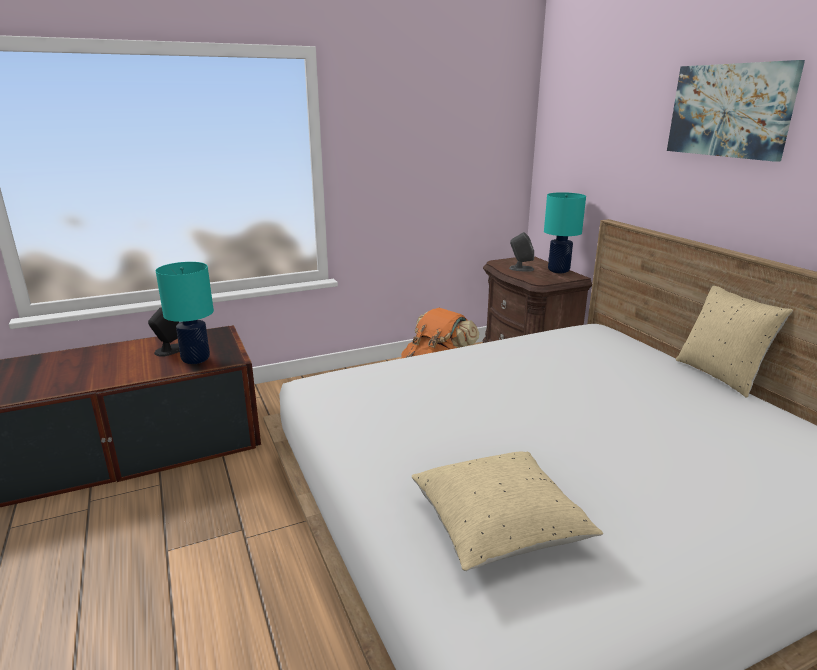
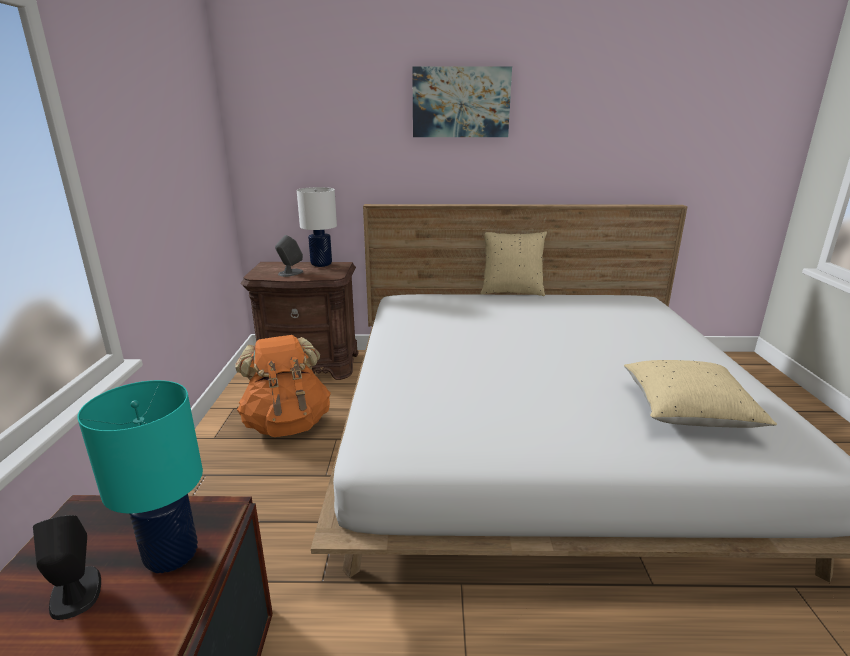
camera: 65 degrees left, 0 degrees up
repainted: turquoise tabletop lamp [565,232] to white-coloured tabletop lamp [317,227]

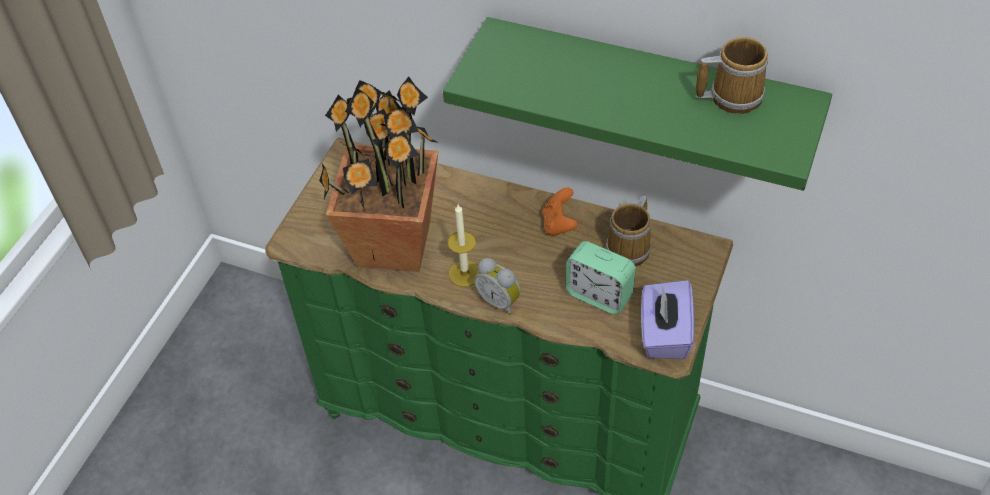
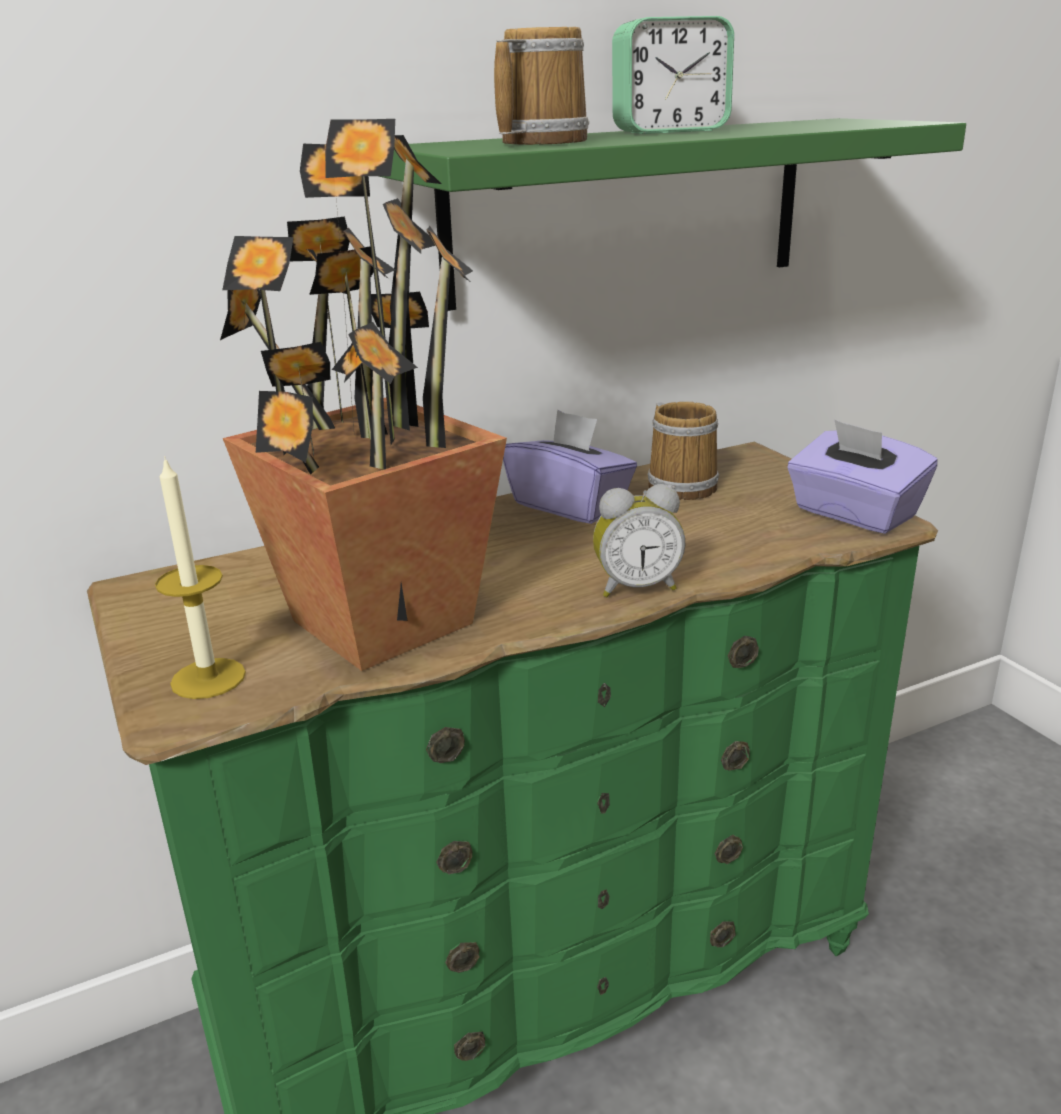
camera: 50 degrees left, 25 degrees down
shifted: wax candle [463,245] to [200,577]; tea mug [732,75] to [541,86]; table clock [600,278] to [673,75]
swapped: orange gamepad [560,212] to purple tissue holder [570,467]

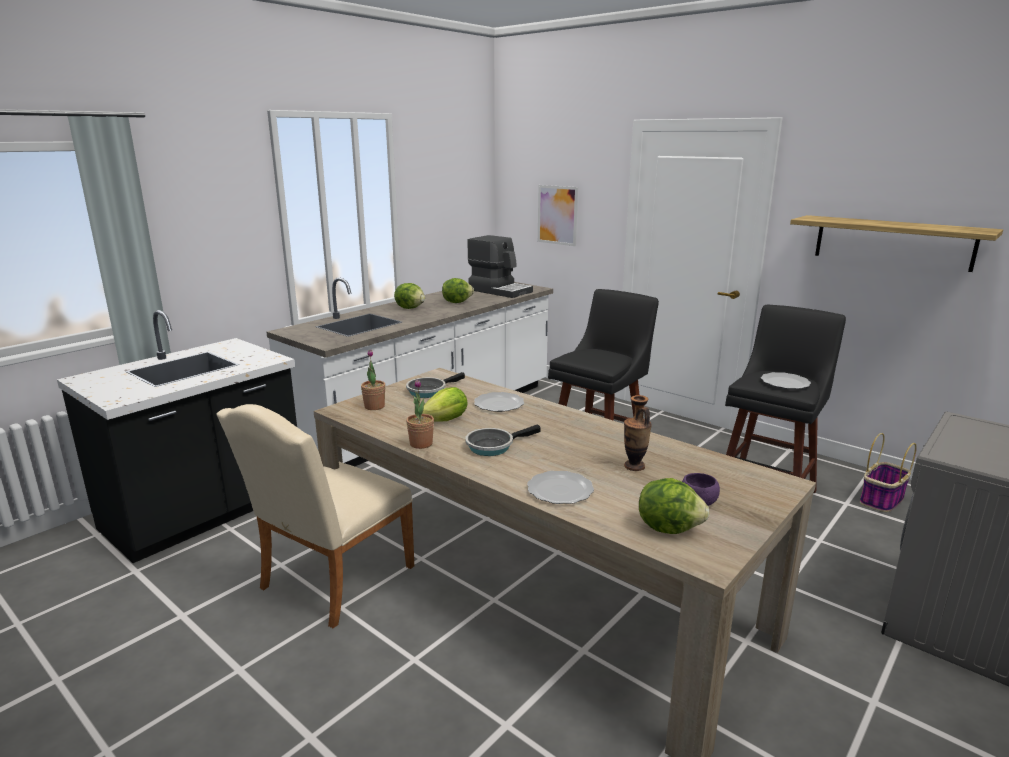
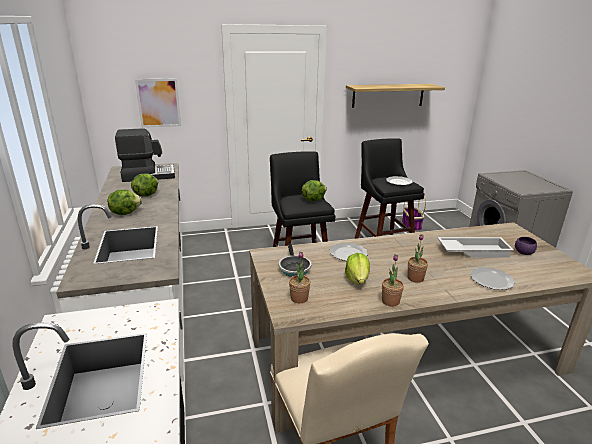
camera: 55 degrees left, 5 degrees up
shifted: lettuce head [674,506] to [314,191]
swapped: pan [502,440] to houseplant [417,258]; vase [638,433] to white-coloured tray [476,247]

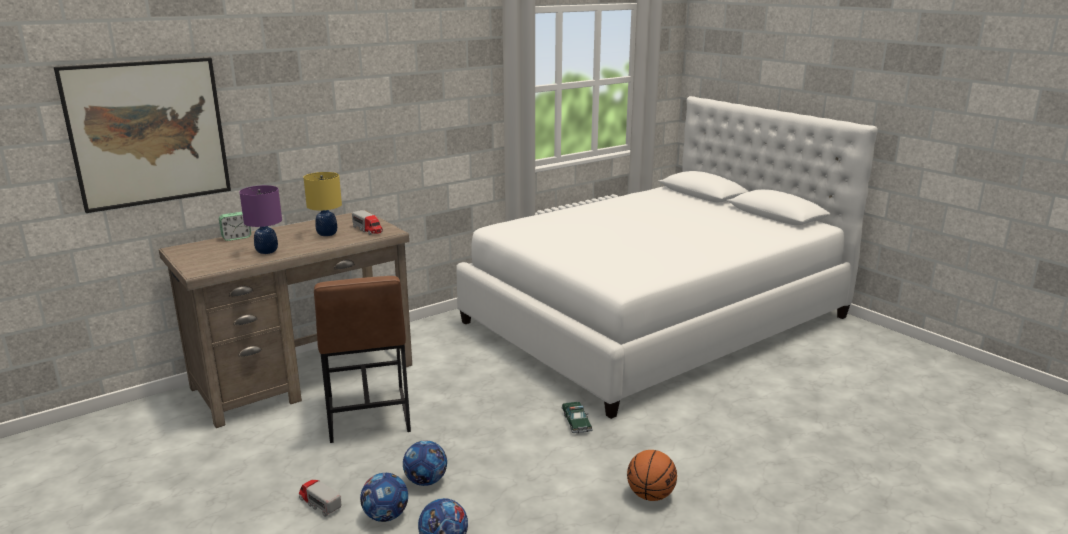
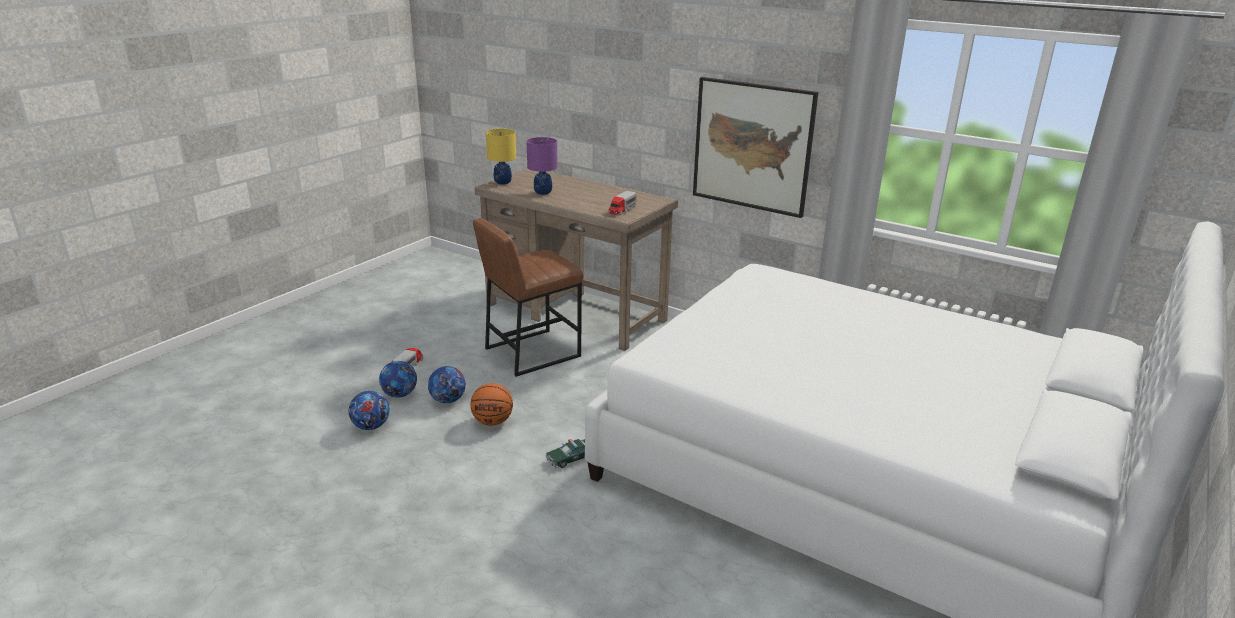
camera: 70 degrees right, 5 degrees up
gone: table clock [235,226]
shifted: basketball [652,475] to [491,404]; yellowish tabletop lamp [322,204] to [501,156]; picture [142,135] to [755,147]

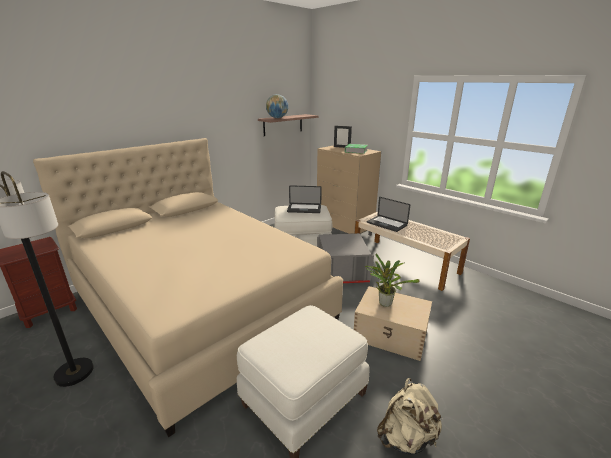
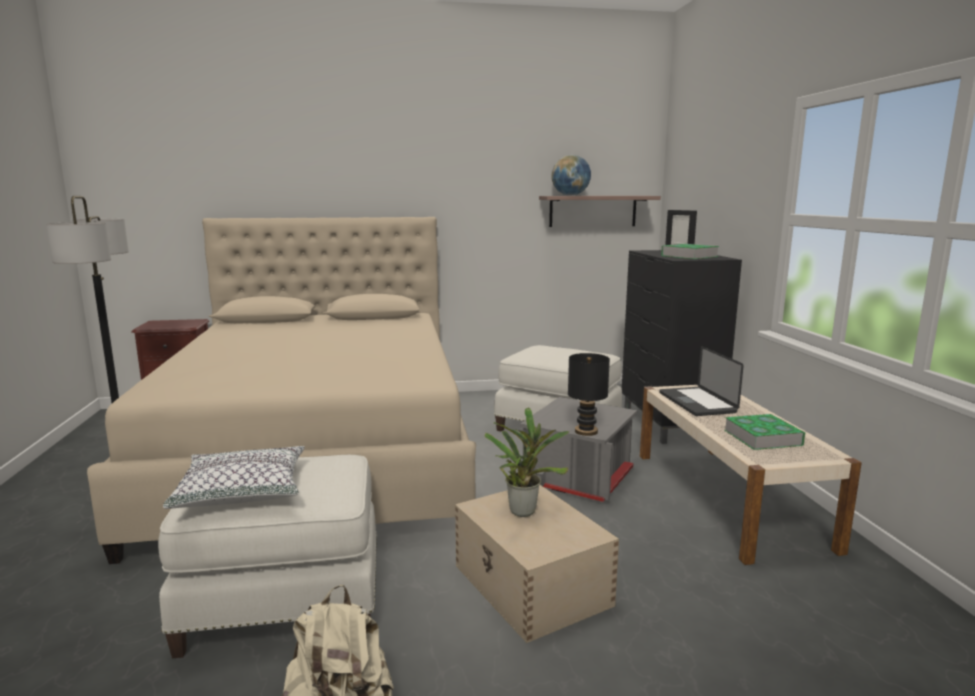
camera: 35 degrees right, 10 degrees down
gone: laptop [304,199]
new: white-coloured pillow [234,477]; black-coloured tabletop lamp [589,394]; bound book [764,432]
repainted: beige drawer chest [349,190] to black-coloured drawer chest [682,347]

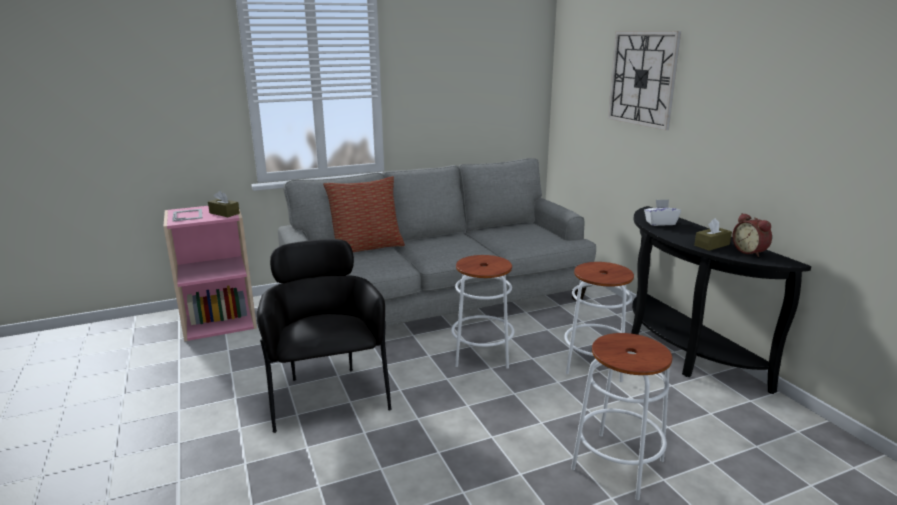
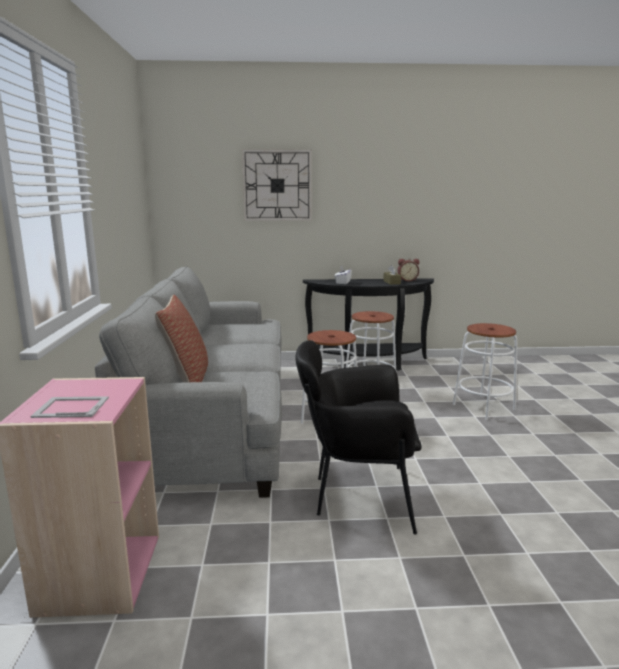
camera: 70 degrees left, 5 degrees down
gone: brown-coloured tissue holder [224,203]

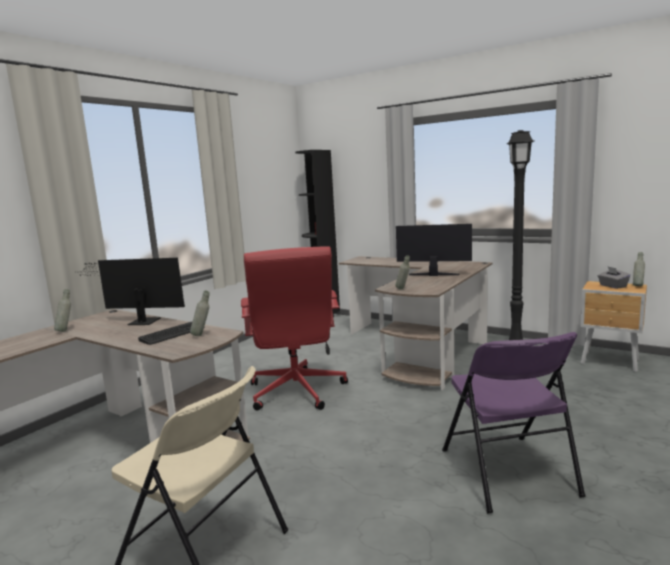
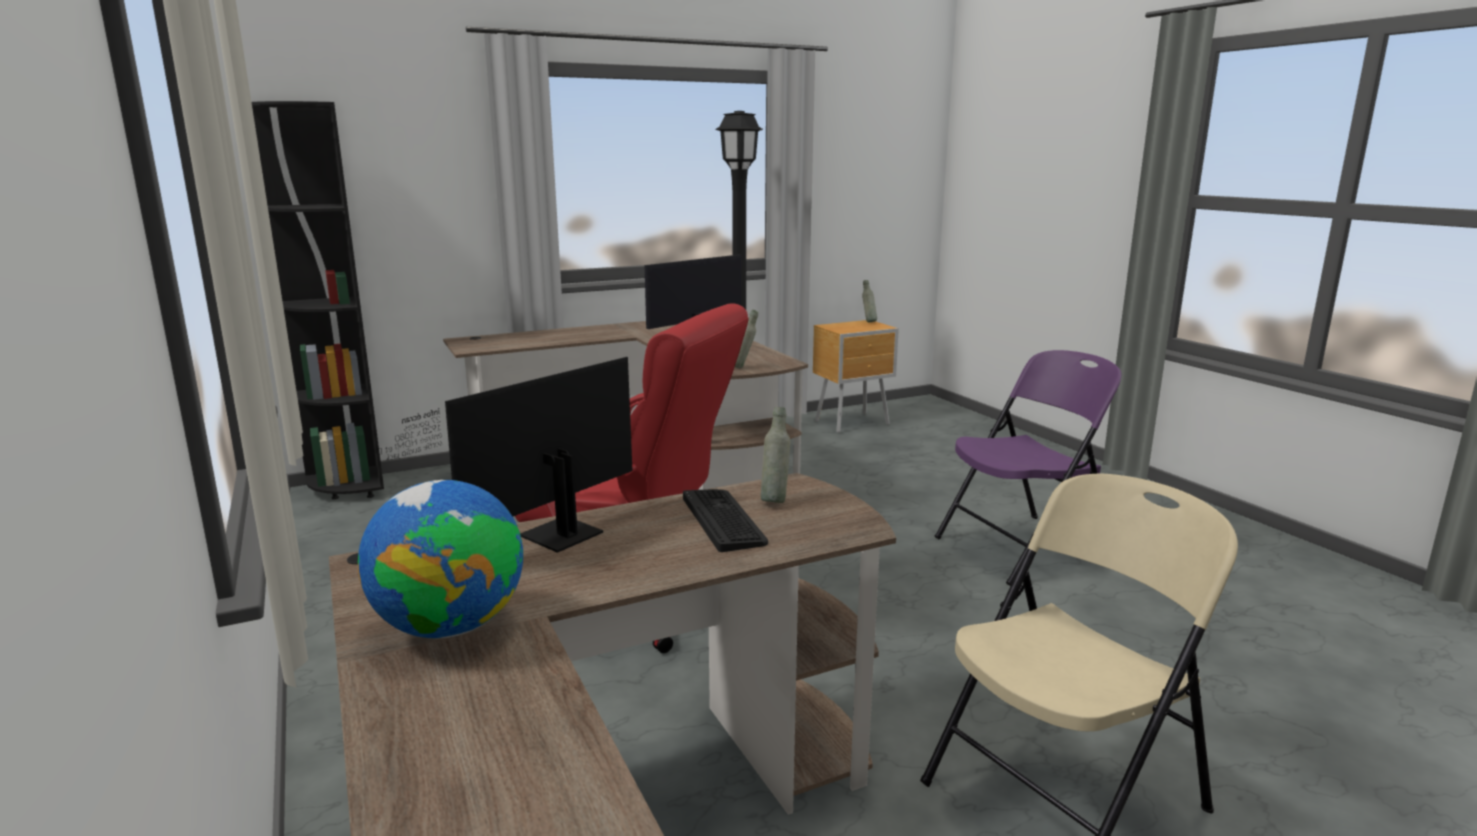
camera: 60 degrees left, 5 degrees up
gone: greyish tissue holder [614,278]
swapped: greyish drink bottle [62,310] to world globe [440,559]
rotated: purple chair [514,423] = [1028,468] 45 degrees counterclockwise

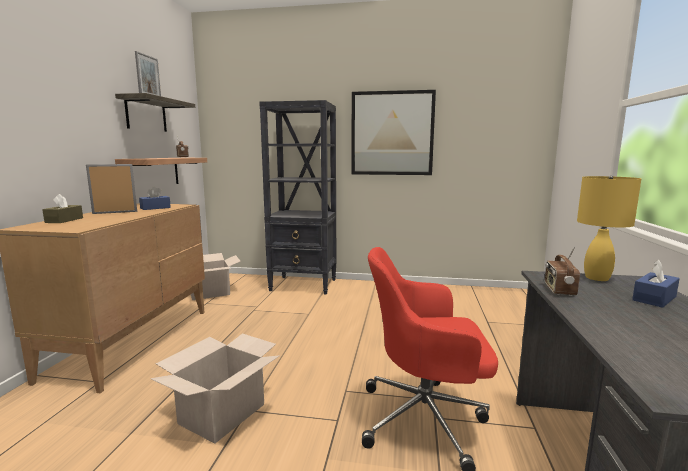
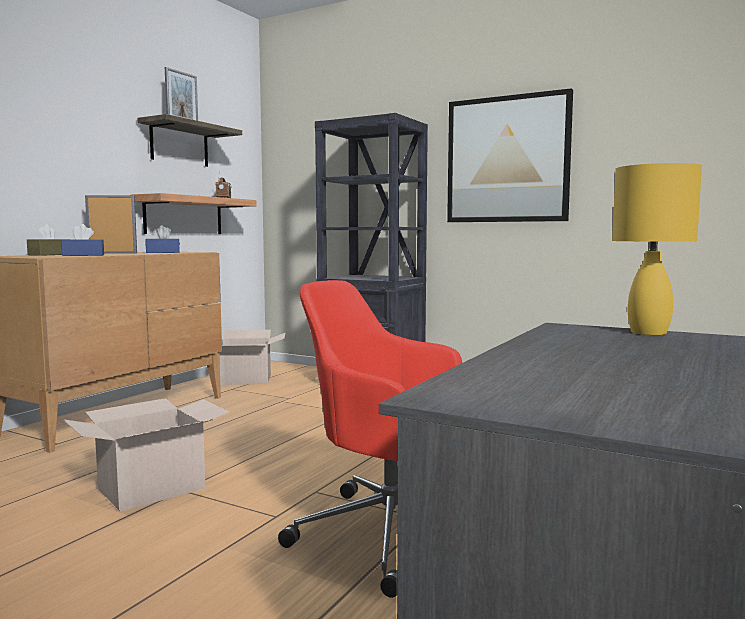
camera: 20 degrees right, 5 degrees down
gone: radio set [562,271]
shifted: blue tissue holder [656,284] to [82,240]

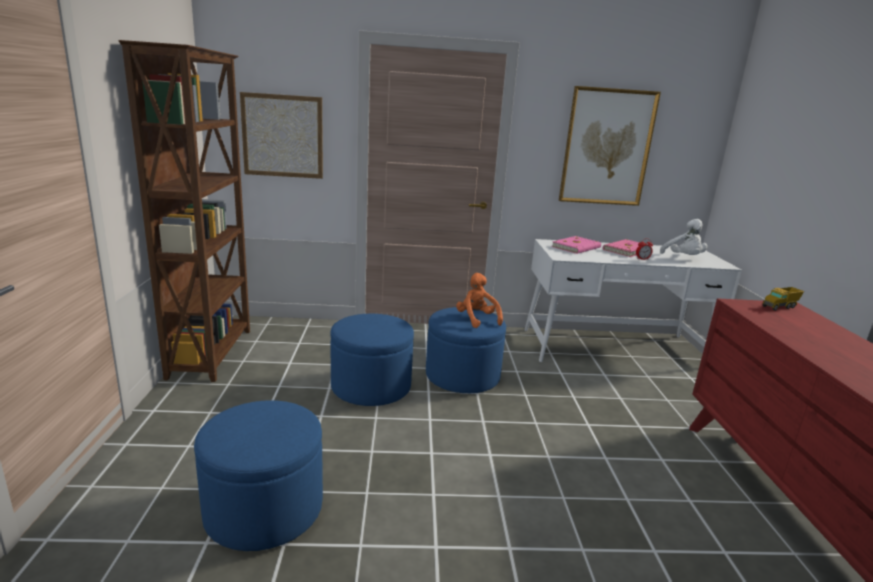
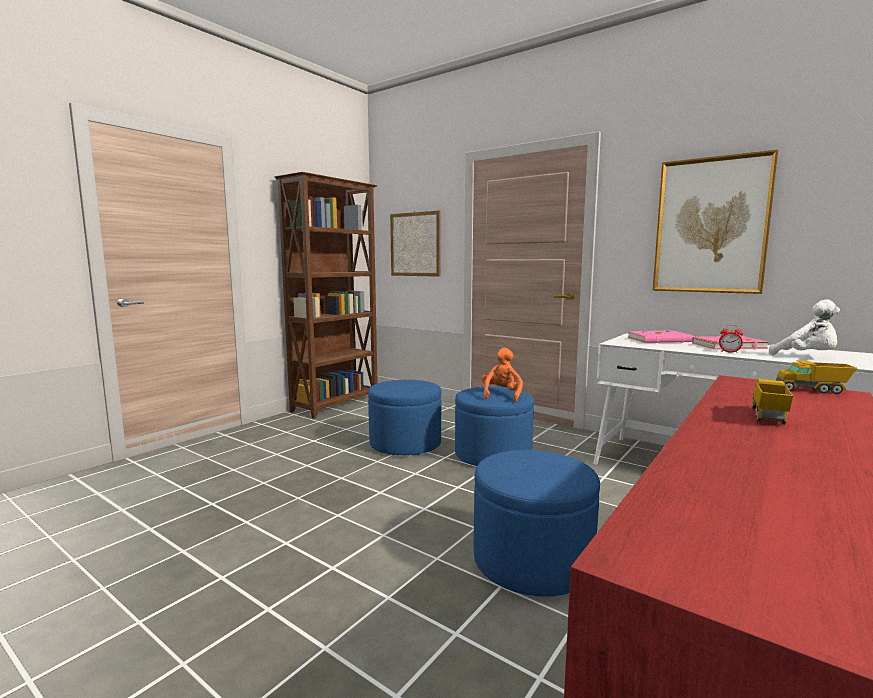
camera: 40 degrees right, 10 degrees down
new: toy lorry [772,402]
shifted: blue footrest [258,475] to [537,523]
rotated: white-coloured plush toy [683,237] = [804,327] 60 degrees counterclockwise

